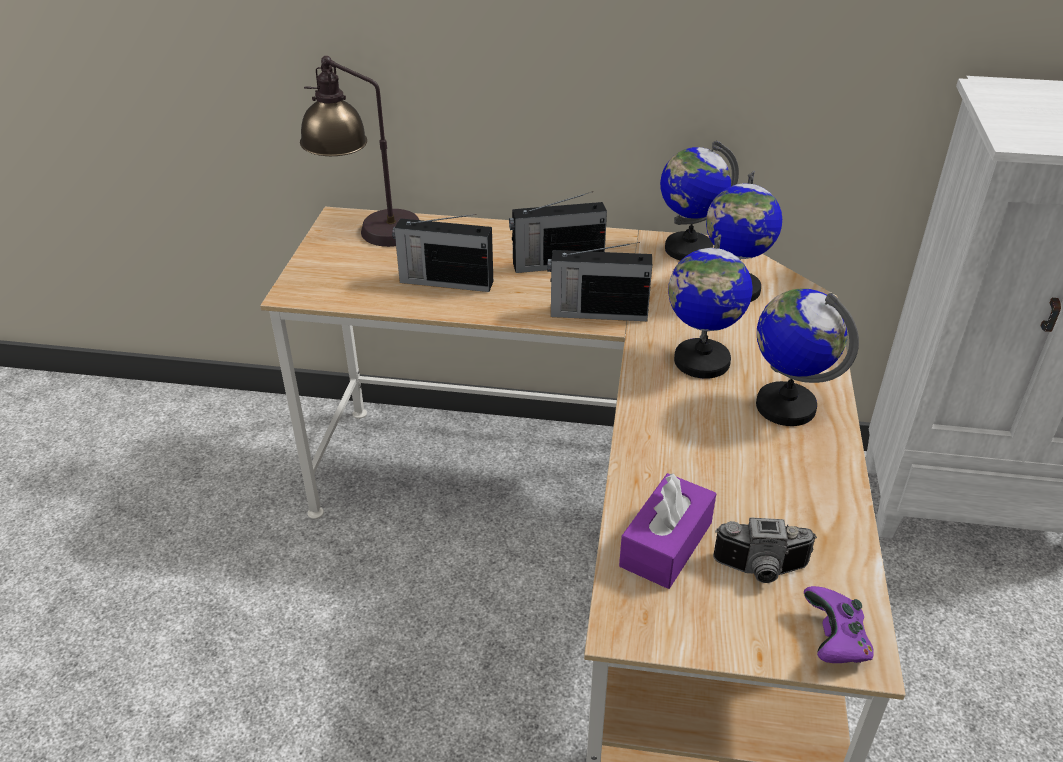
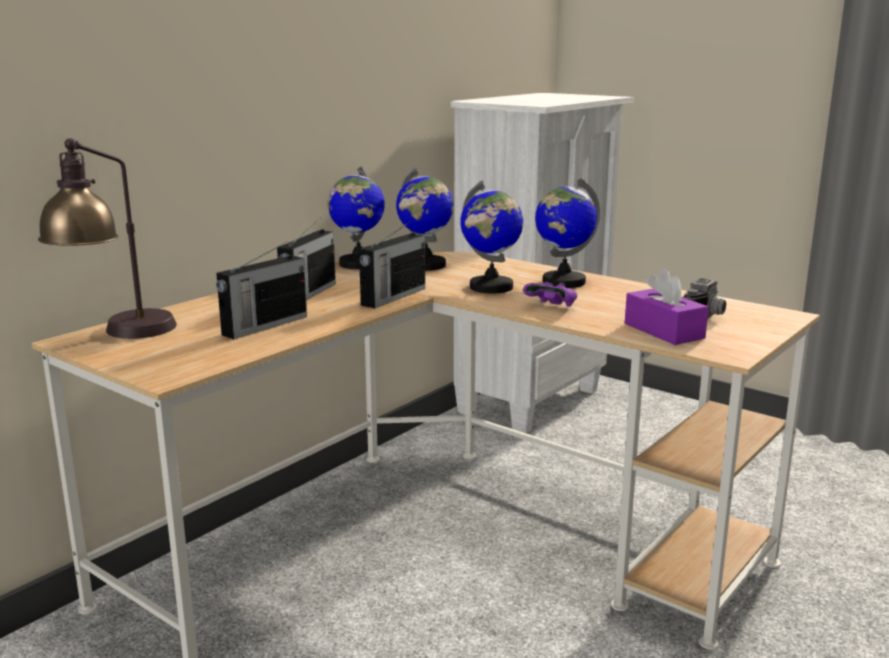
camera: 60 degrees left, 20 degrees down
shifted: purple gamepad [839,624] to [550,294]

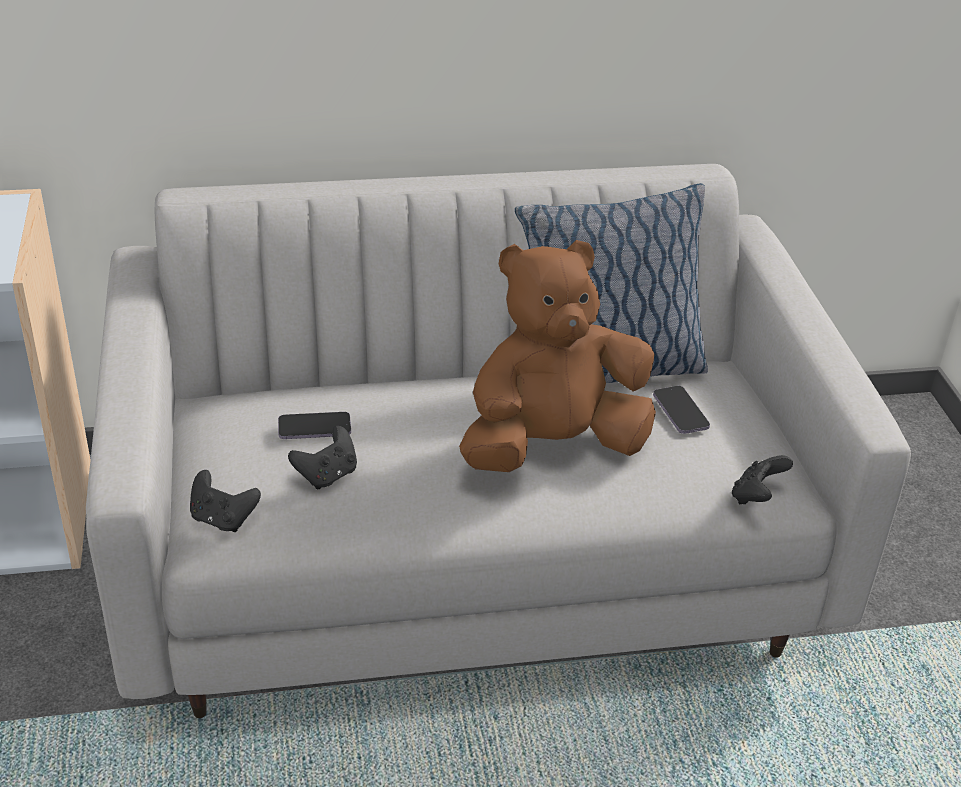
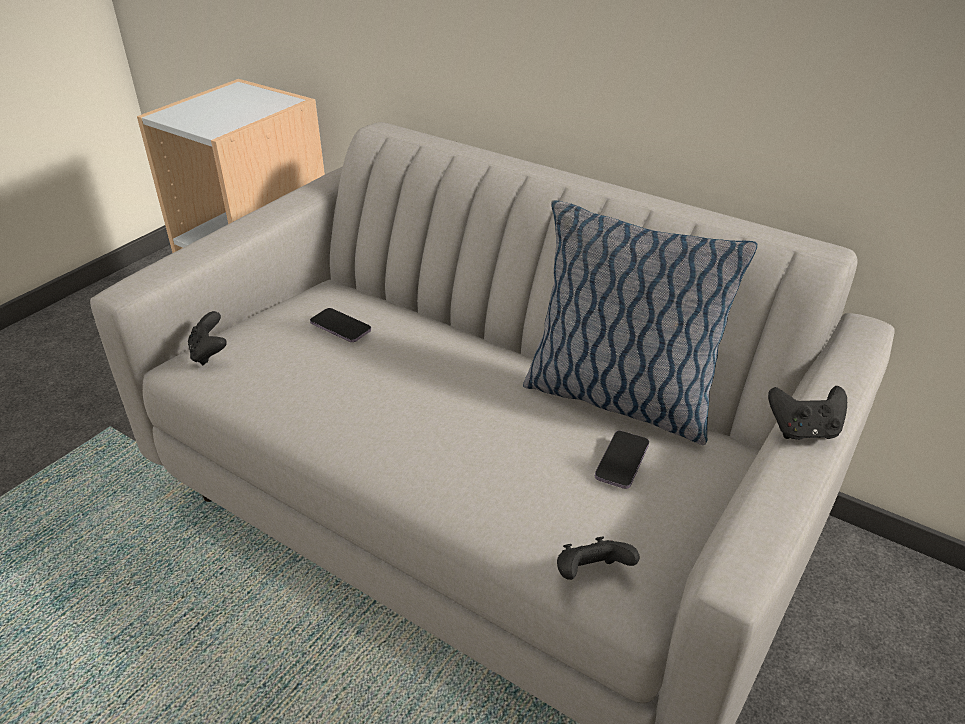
camera: 45 degrees right, 0 degrees up
gone: brown-coloured plush toy [557,356]
shifted: black-coloured gamepad [322,457] to [807,413]

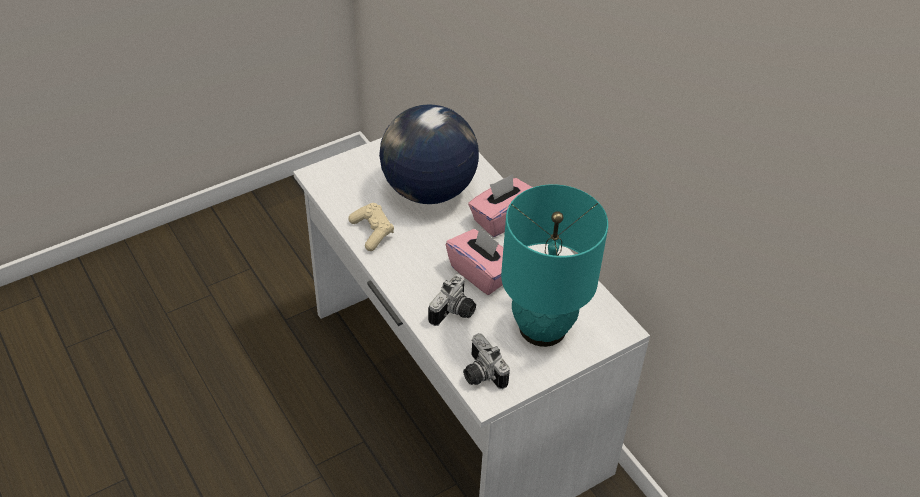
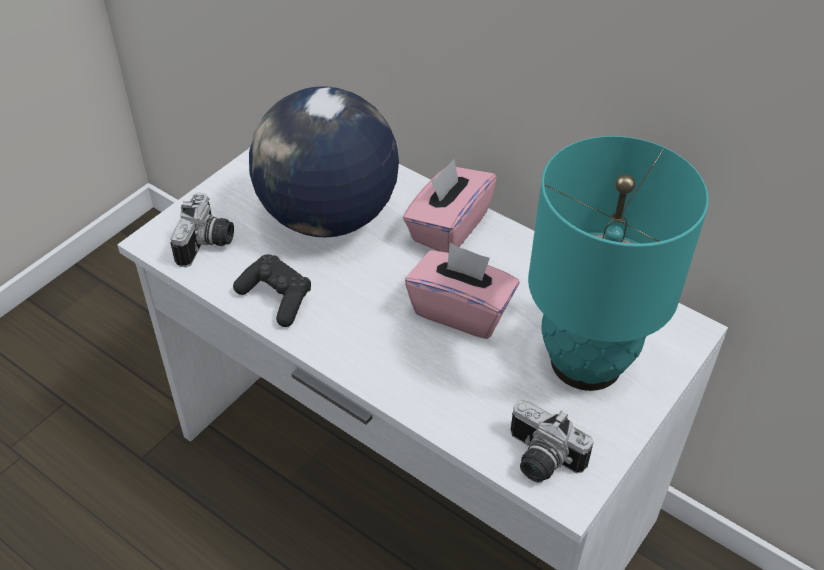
camera: 20 degrees left, 0 degrees up
shifted: still camera [452,300] to [202,229]
repainted: beige gamepad [371,227] to black-coloured gamepad [272,290]

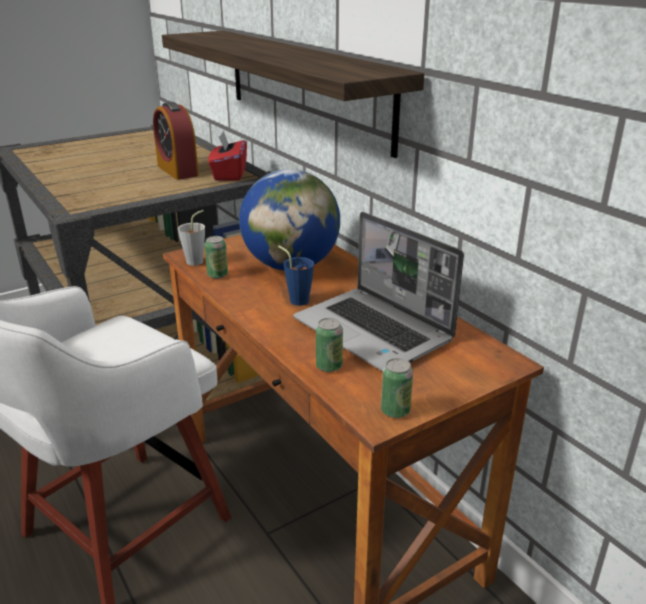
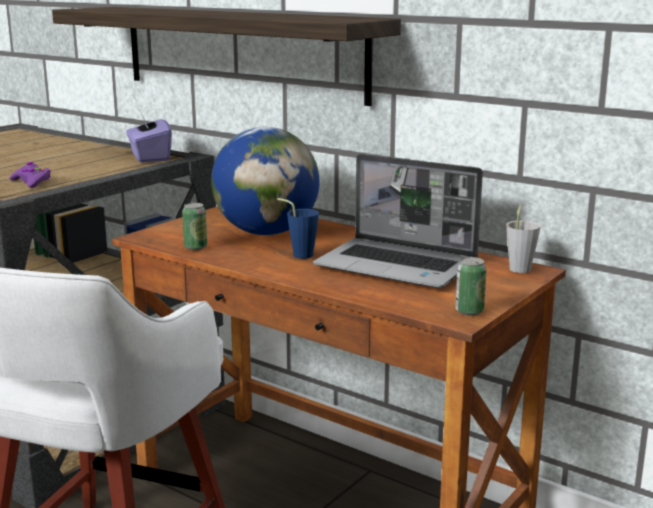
camera: 20 degrees left, 10 degrees down
gone: table clock [176,141]; can [329,345]
new: purple gamepad [30,175]
shifted: greyish cup [191,238] to [523,238]
repainted: red tissue holder [227,156] to purple tissue holder [149,137]

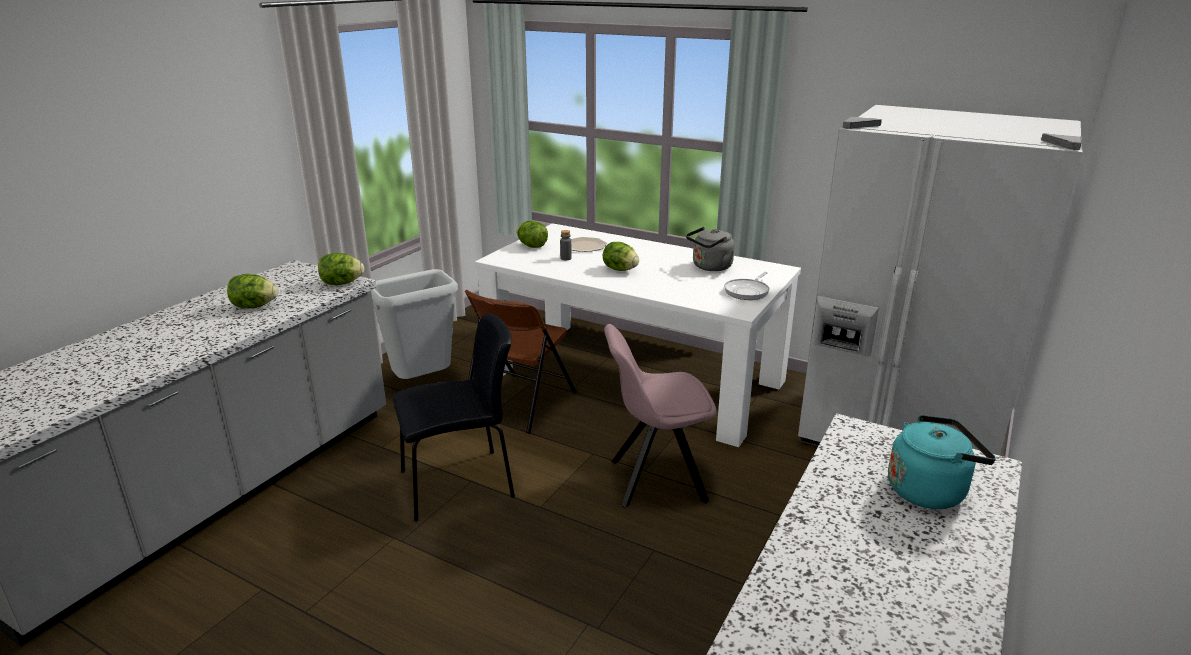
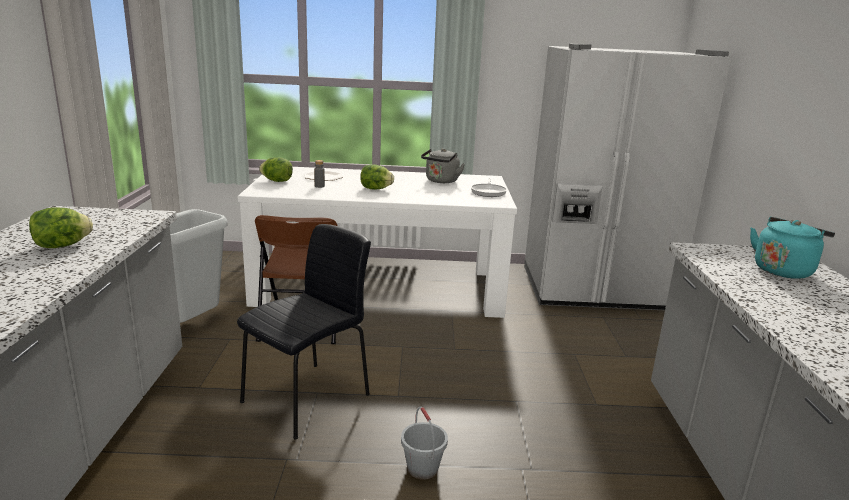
camera: 30 degrees left, 5 degrees down
gone: lettuce head [341,269]; pink-coloured chair [660,416]
new: greyish pail [424,443]

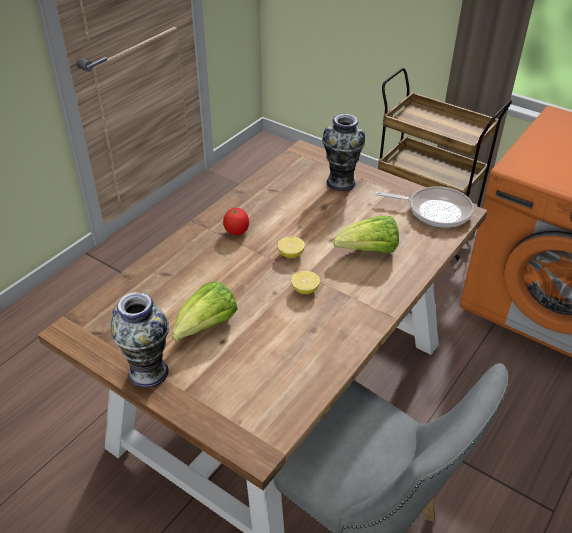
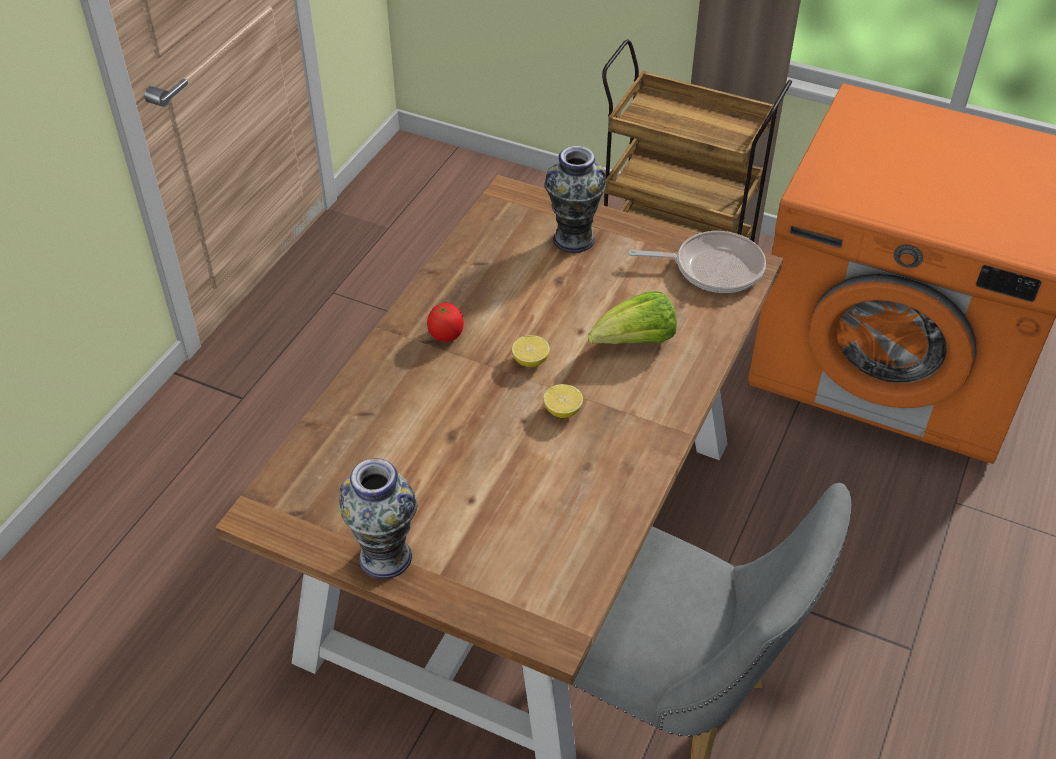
camera: 10 degrees left, 5 degrees up
gone: lettuce head [204,311]

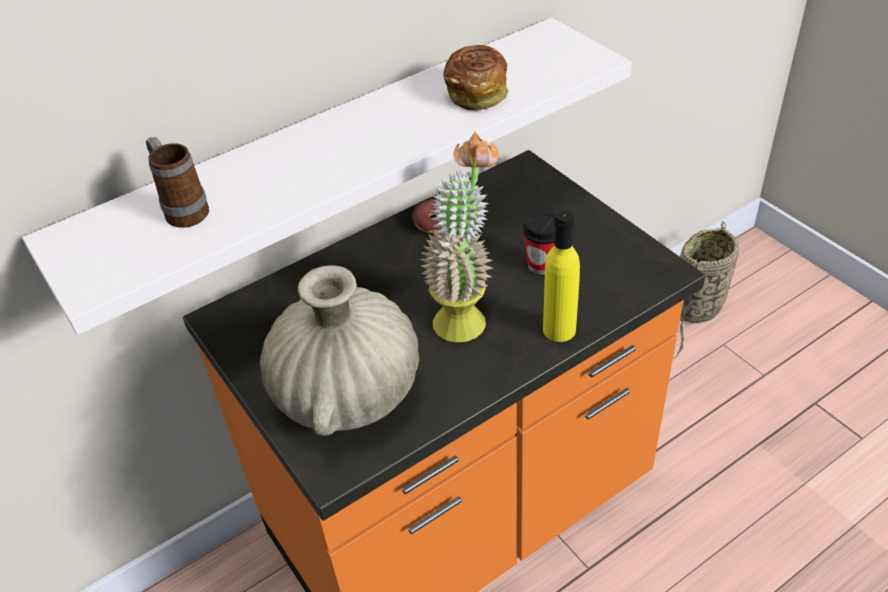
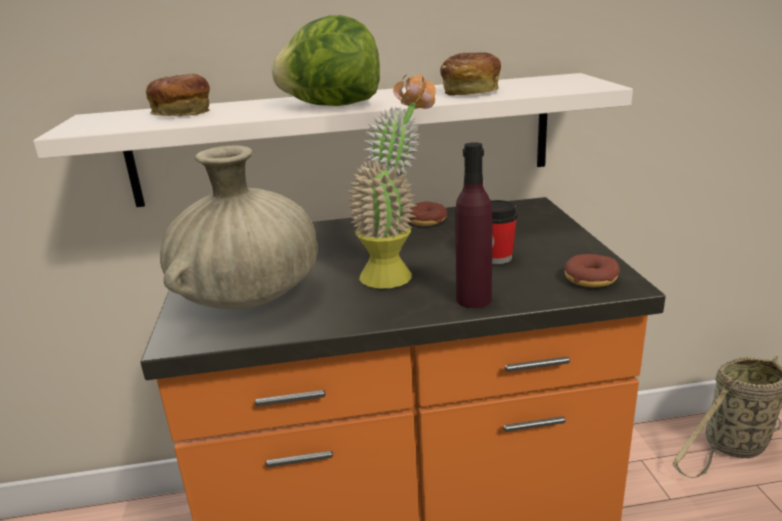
camera: 25 degrees right, 20 degrees down
new: lettuce head [326,60]; ring doughnut [592,270]
swapped: tea mug [177,182] to baked bread [178,94]
repainted: yellowish drink bottle [561,276] to purple drink bottle [473,225]

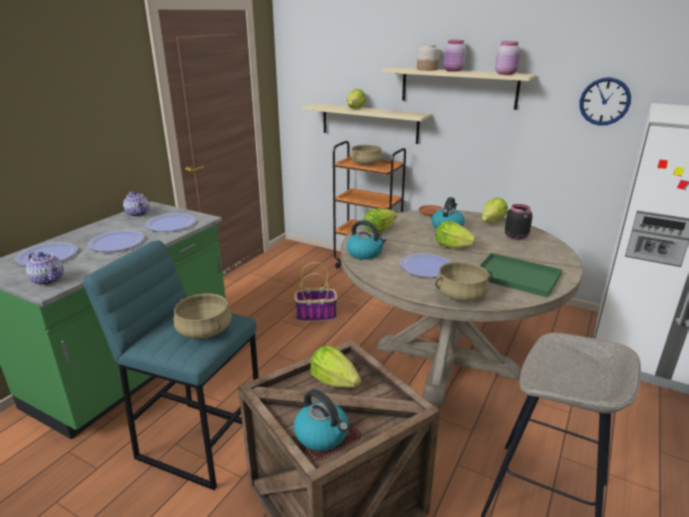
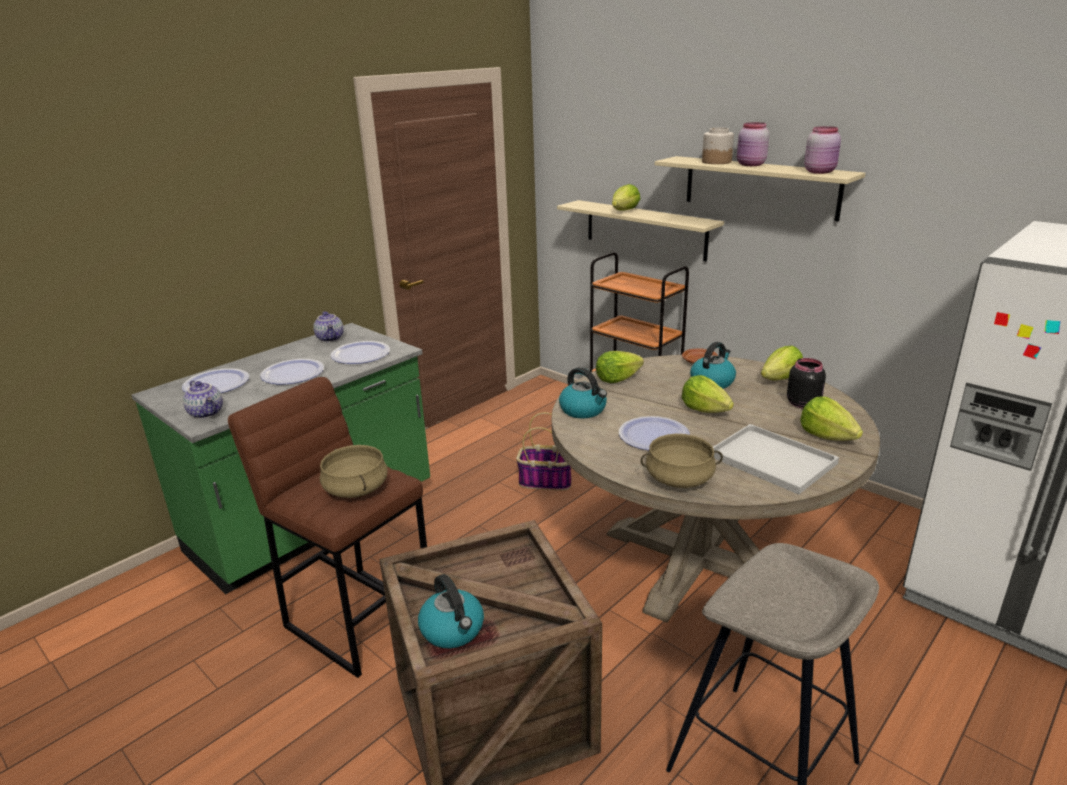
camera: 15 degrees right, 0 degrees up
gone: beige stockpot [366,155]; wall clock [605,101]
shifted: lettuce head [335,366] to [831,418]
repainted: turquoise stool [171,365] to brown-coloured stool [327,527]; green tray [520,275] to white-coloured tray [776,459]

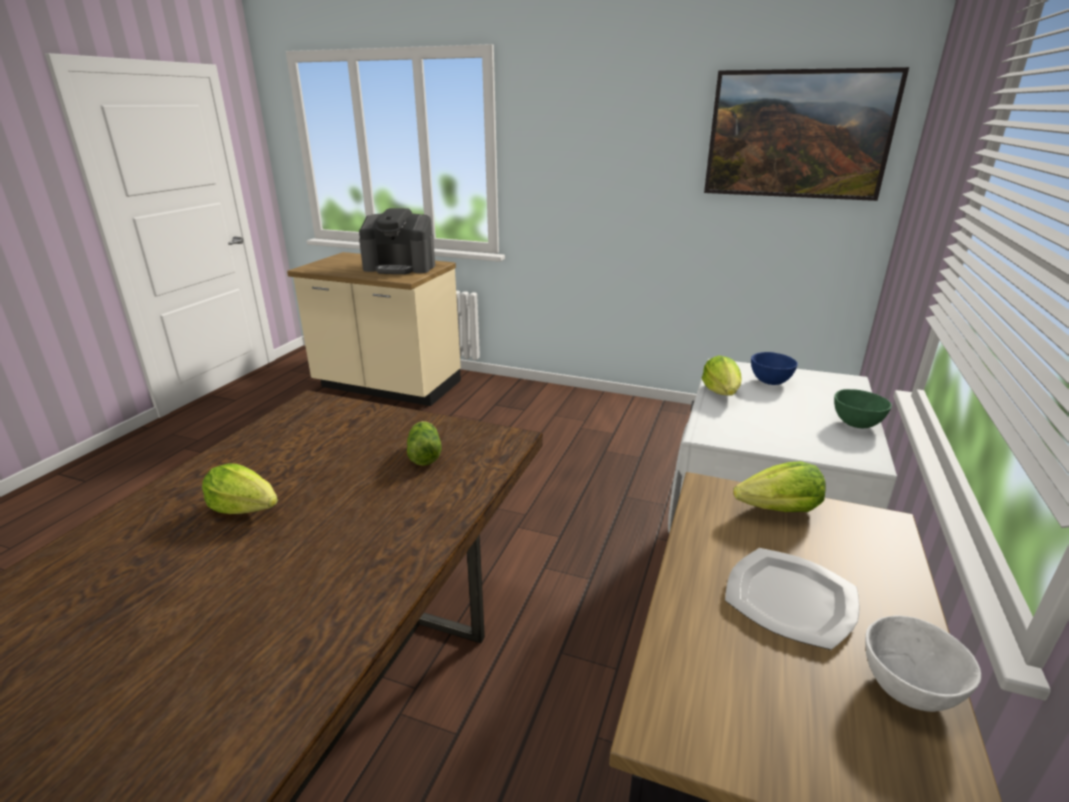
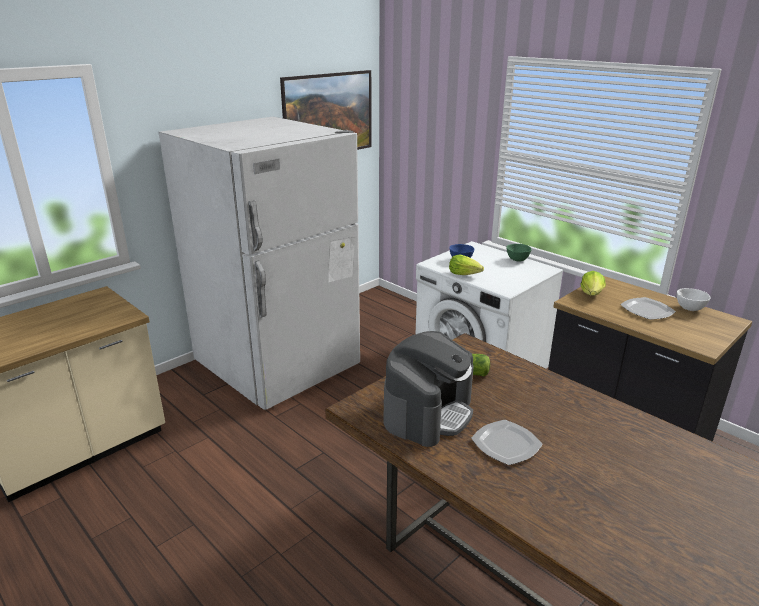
camera: 65 degrees left, 0 degrees up
new: white-coloured kitchen fridge [259,263]
shifted: coffee machine [397,241] to [428,389]
swapped: lettuce head [240,488] to dinner plate [507,442]

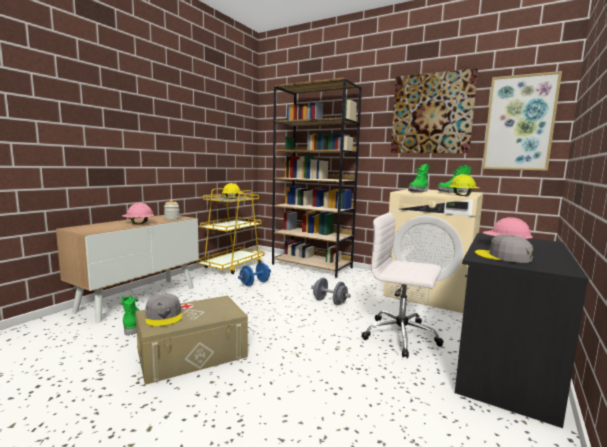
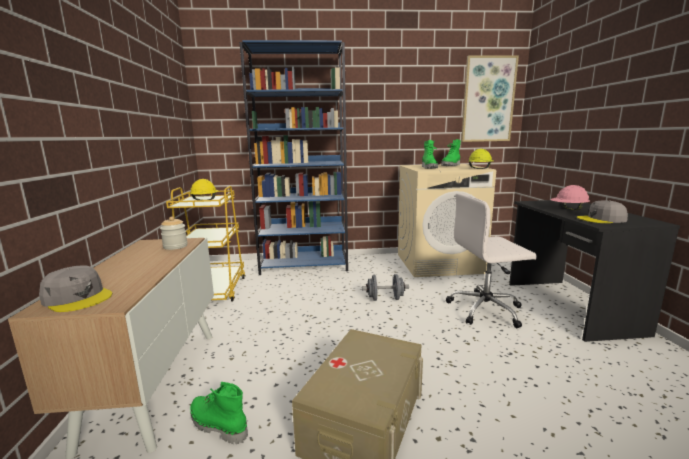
camera: 35 degrees left, 5 degrees up
gone: pink-coloured hard hat [138,213]; blue free weight [254,274]; picture [434,110]
shifted: greyish peaked cap [163,310] to [75,288]
repainted: brown-coloured shelving unit [317,178] to blue shelving unit [293,157]

